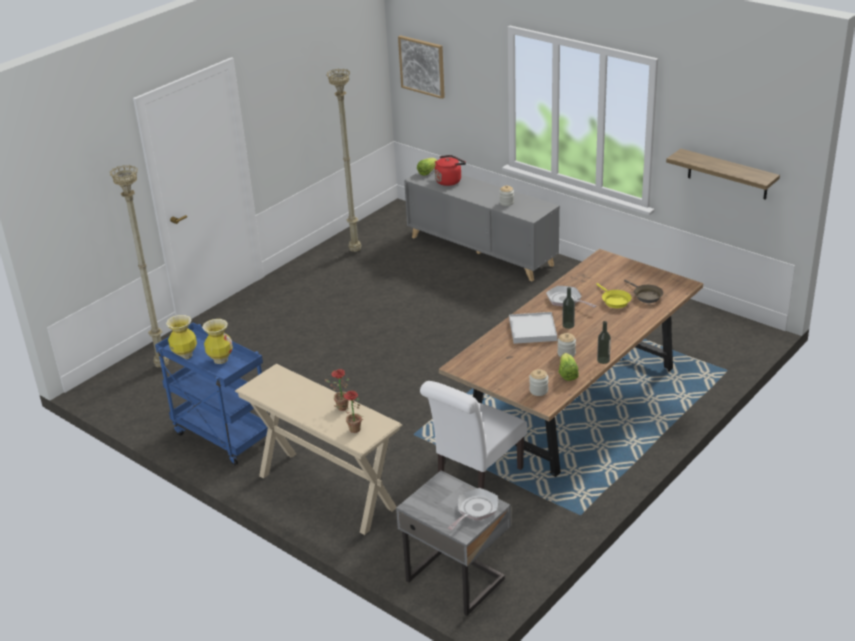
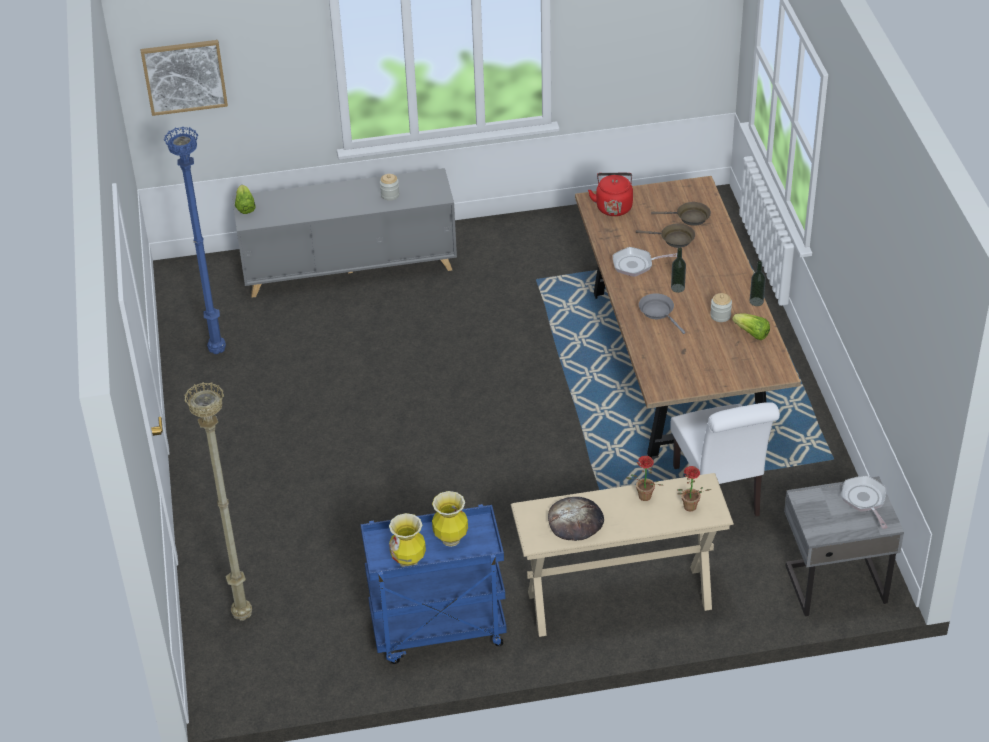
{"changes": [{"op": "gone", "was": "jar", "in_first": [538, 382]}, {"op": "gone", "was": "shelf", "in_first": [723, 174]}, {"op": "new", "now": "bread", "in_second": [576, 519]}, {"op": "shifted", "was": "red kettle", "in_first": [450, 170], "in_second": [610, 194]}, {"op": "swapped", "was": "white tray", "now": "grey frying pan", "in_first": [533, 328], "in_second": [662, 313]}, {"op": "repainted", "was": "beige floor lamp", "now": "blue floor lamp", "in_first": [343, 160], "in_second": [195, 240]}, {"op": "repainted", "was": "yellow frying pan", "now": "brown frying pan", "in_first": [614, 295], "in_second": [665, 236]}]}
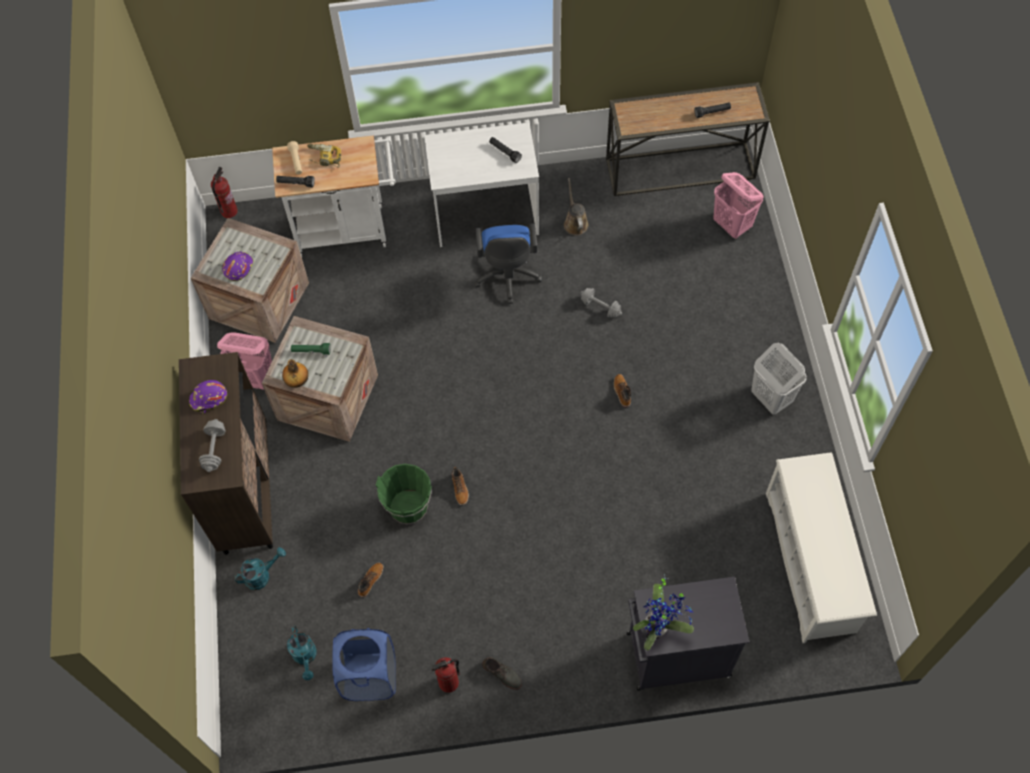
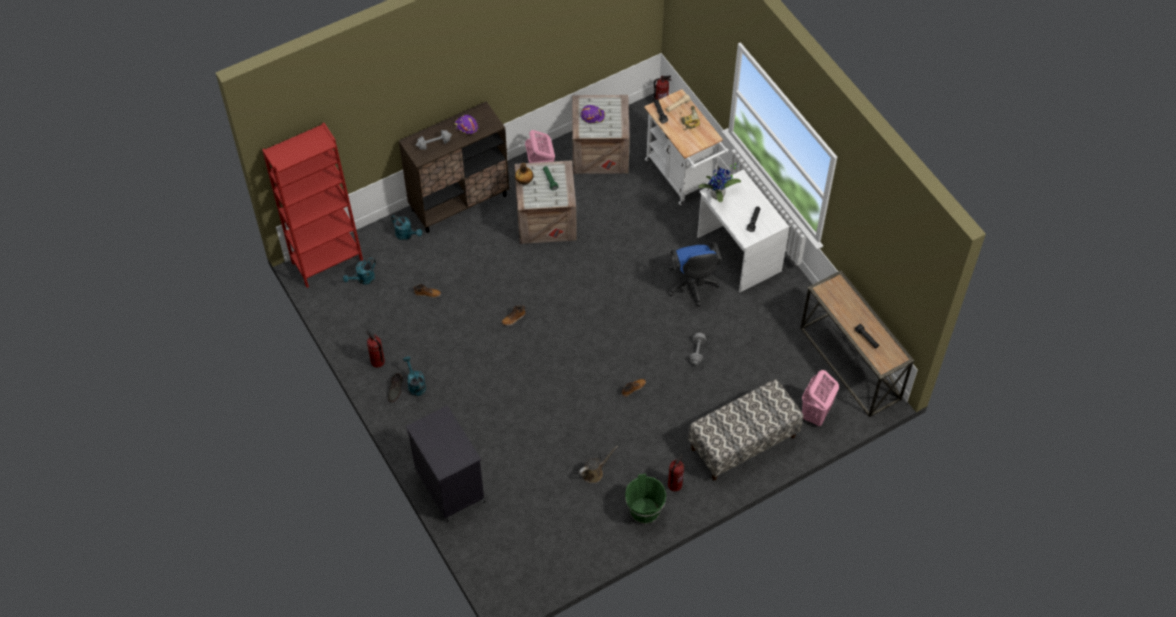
{"changes": [{"op": "gone", "was": "blue laundry basket", "in_first": [364, 664]}, {"op": "gone", "was": "white shoe rack", "in_first": [821, 547]}, {"op": "new", "now": "red bookcase", "in_second": [312, 205]}, {"op": "new", "now": "turquoise watering can", "in_second": [414, 376]}, {"op": "new", "now": "bench", "in_second": [745, 430]}, {"op": "shifted", "was": "green bucket", "in_first": [404, 494], "in_second": [645, 499]}, {"op": "shifted", "was": "brown watering can", "in_first": [576, 206], "in_second": [598, 464]}, {"op": "shifted", "was": "potted plant", "in_first": [663, 612], "in_second": [719, 182]}, {"op": "swapped", "was": "white laundry basket", "now": "fire extinguisher", "in_first": [779, 379], "in_second": [676, 472]}, {"op": "rotated", "was": "blue office chair", "in_first": [508, 263], "in_second": [695, 274], "clockwise": -75}]}
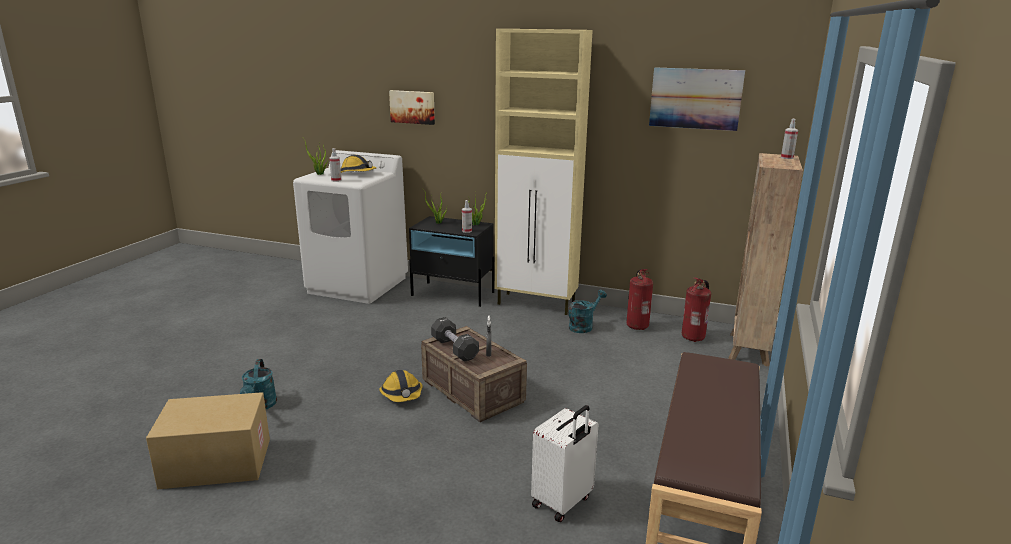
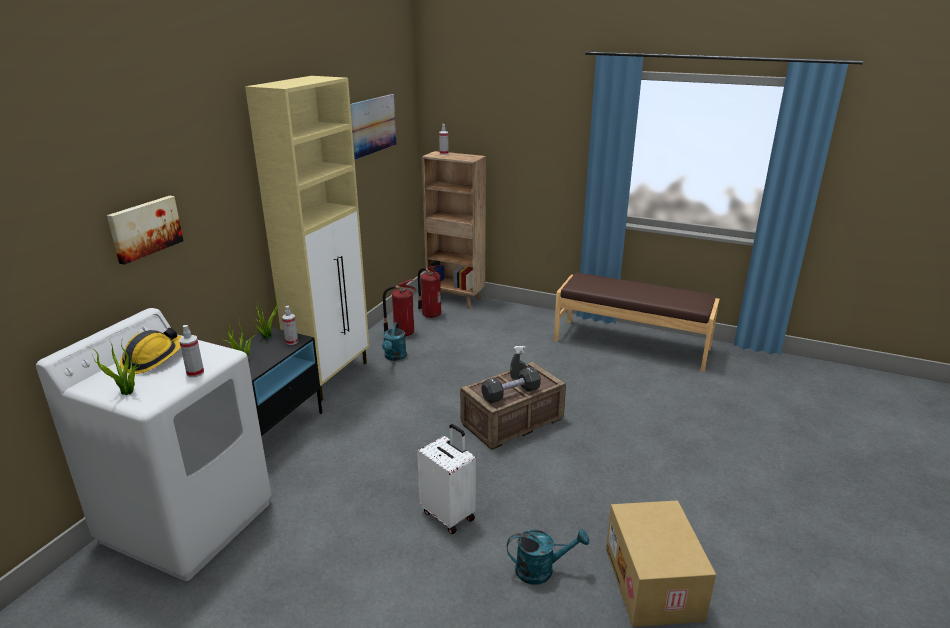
{"changes": [{"op": "gone", "was": "hard hat", "in_first": [400, 386]}, {"op": "shifted", "was": "white suitcase", "in_first": [565, 463], "in_second": [446, 479]}, {"op": "rotated", "was": "turquoise watering can", "in_first": [588, 311], "in_second": [394, 341], "clockwise": -135}]}
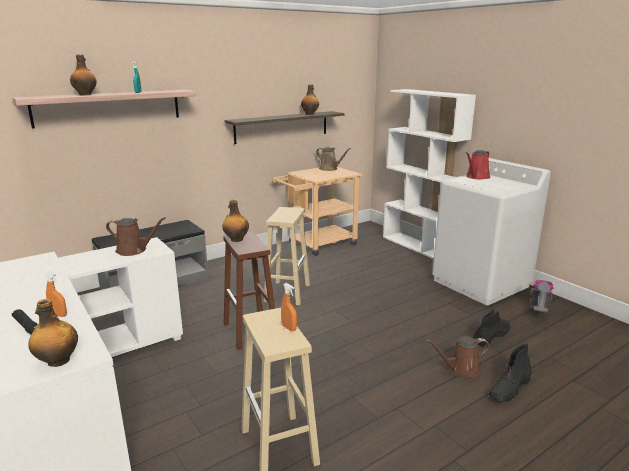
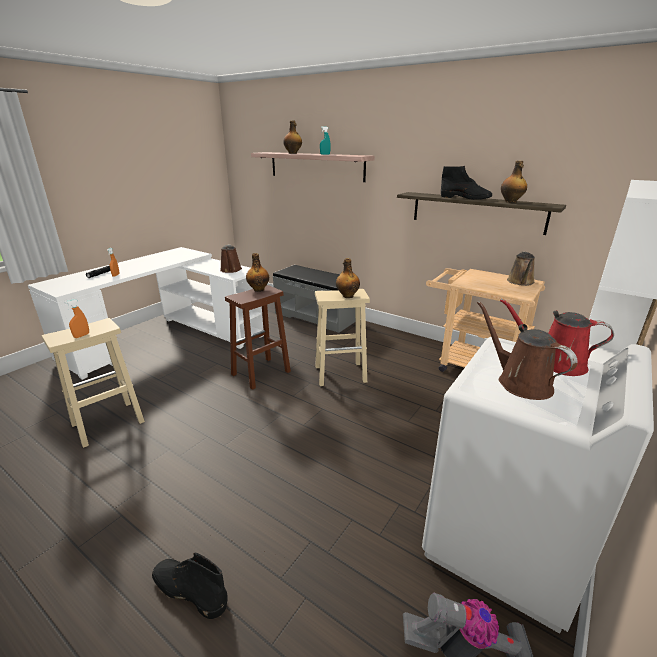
{"changes": [{"op": "shifted", "was": "bottle", "in_first": [53, 333], "in_second": [348, 278]}, {"op": "shifted", "was": "brown watering can", "in_first": [457, 356], "in_second": [527, 350]}, {"op": "shifted", "was": "black boot", "in_first": [492, 327], "in_second": [466, 183]}]}
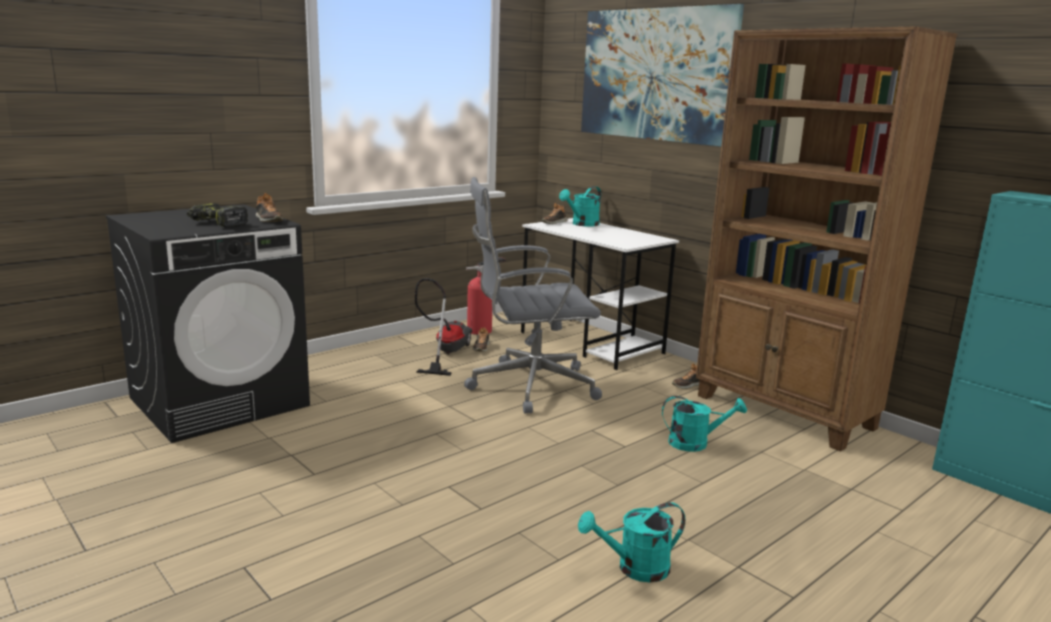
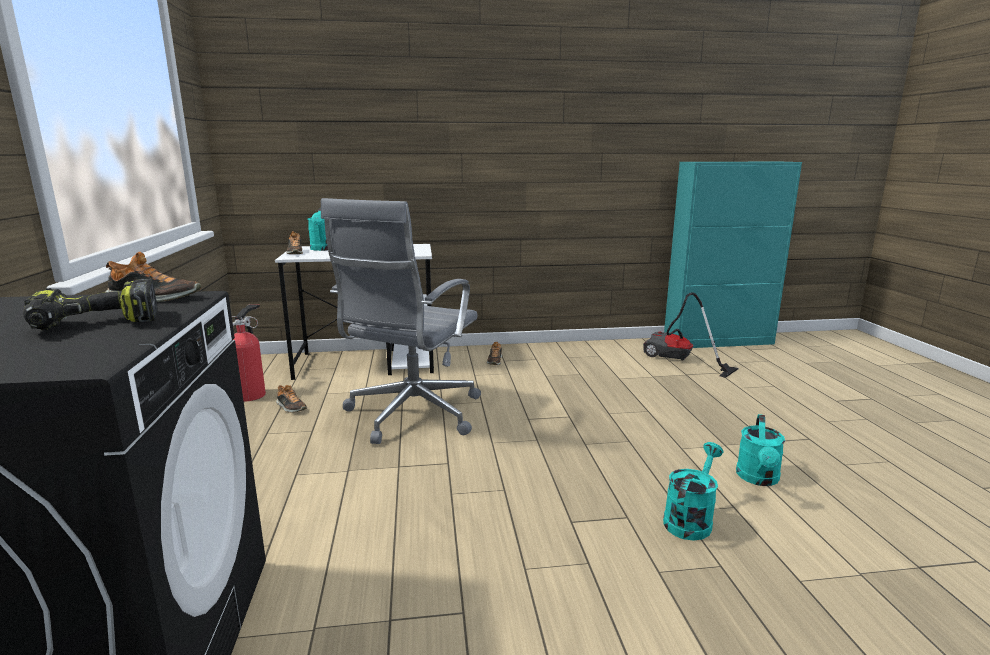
{"changes": [{"op": "gone", "was": "picture", "in_first": [662, 75]}, {"op": "gone", "was": "brown bookcase", "in_first": [826, 238]}, {"op": "shifted", "was": "vacuum cleaner", "in_first": [443, 327], "in_second": [690, 335]}, {"op": "shifted", "was": "turquoise watering can", "in_first": [704, 424], "in_second": [693, 491]}]}
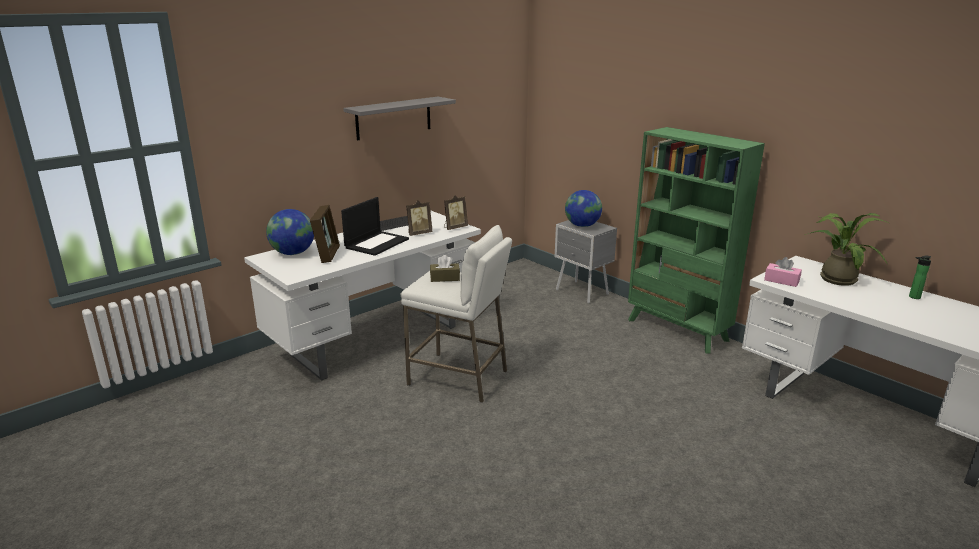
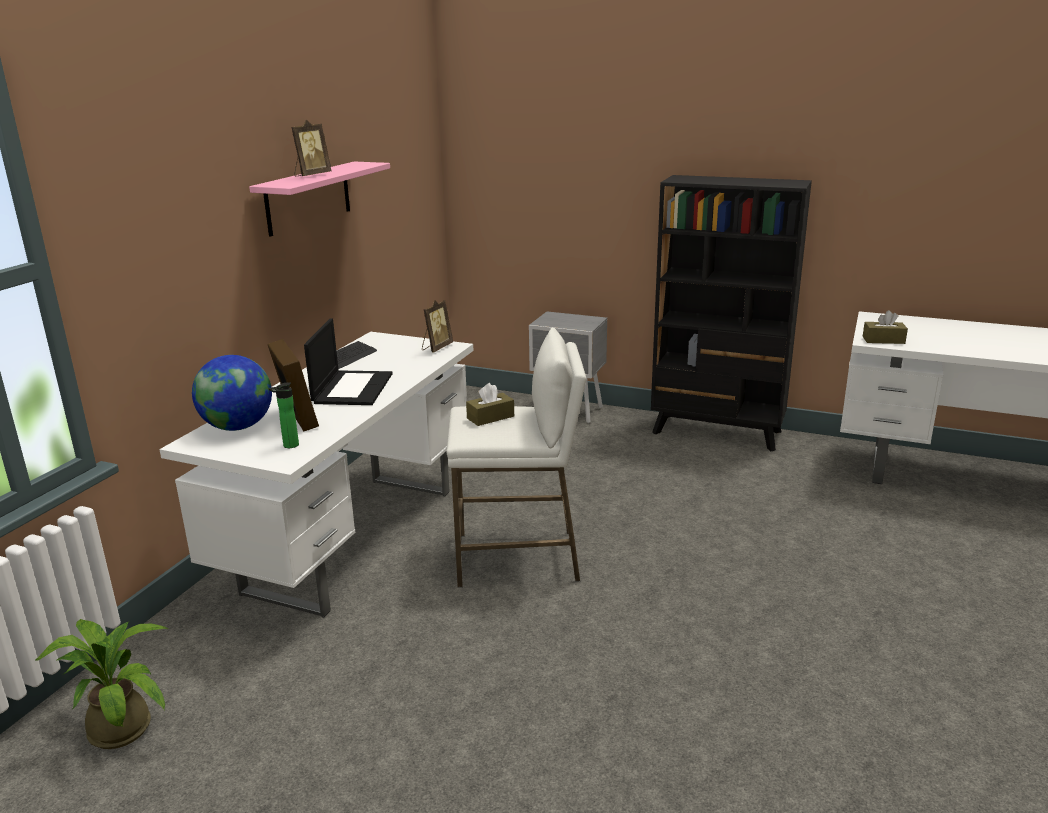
{"changes": [{"op": "gone", "was": "globe", "in_first": [583, 208]}, {"op": "shifted", "was": "picture frame", "in_first": [419, 218], "in_second": [311, 148]}, {"op": "shifted", "was": "potted plant", "in_first": [847, 249], "in_second": [101, 683]}, {"op": "shifted", "was": "bottle", "in_first": [920, 277], "in_second": [284, 415]}, {"op": "repainted", "was": "grey shelf", "now": "pink shelf", "in_first": [399, 118], "in_second": [319, 199]}, {"op": "repainted", "was": "green bookcase", "now": "black bookcase", "in_first": [696, 240], "in_second": [731, 313]}, {"op": "repainted", "was": "pink tissue box", "now": "brown tissue box", "in_first": [783, 272], "in_second": [885, 327]}]}
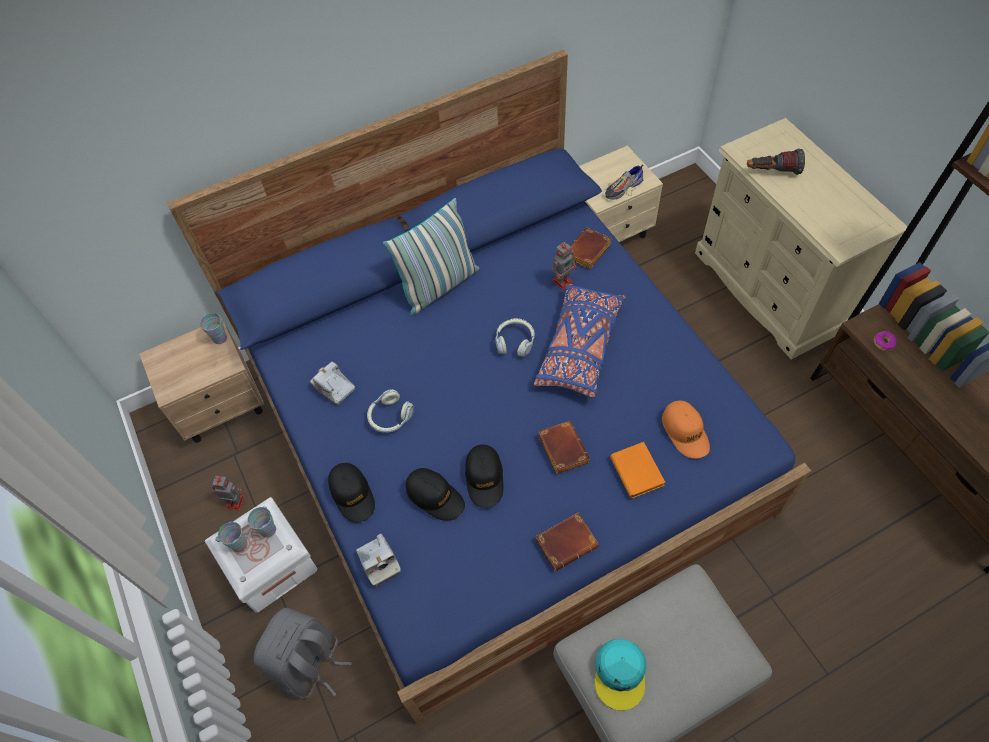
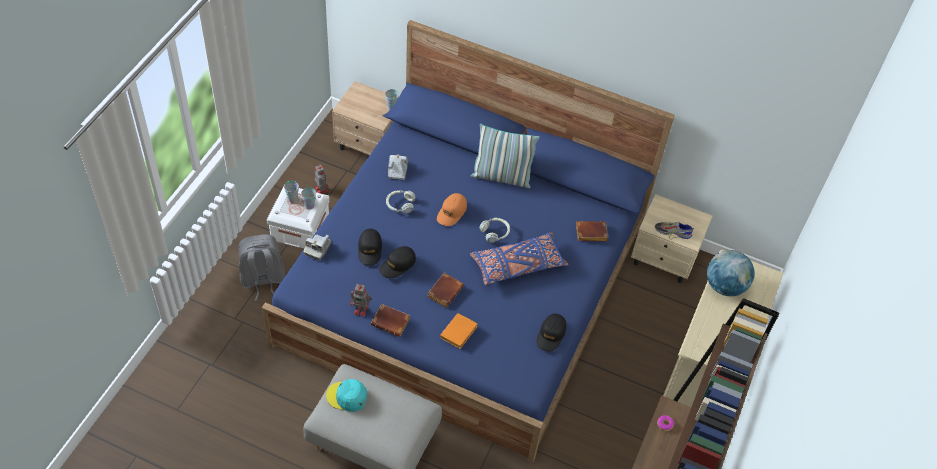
{"changes": [{"op": "shifted", "was": "black cap", "in_first": [351, 493], "in_second": [551, 333]}, {"op": "shifted", "was": "toy robot", "in_first": [564, 266], "in_second": [361, 300]}, {"op": "shifted", "was": "orange cap", "in_first": [686, 430], "in_second": [452, 209]}, {"op": "swapped", "was": "flashlight", "now": "globe", "in_first": [776, 161], "in_second": [731, 273]}, {"op": "rotated", "was": "turquoise cap", "in_first": [620, 675], "in_second": [347, 395], "clockwise": 45}]}
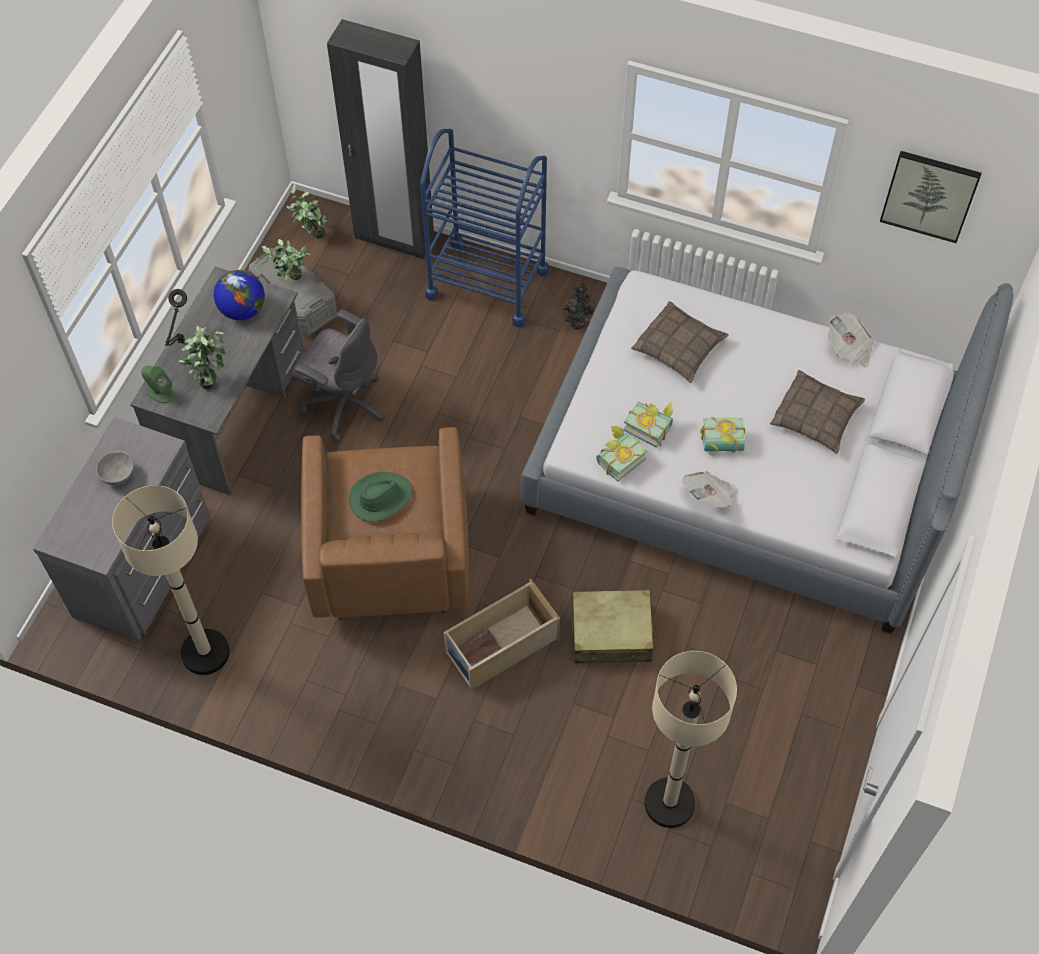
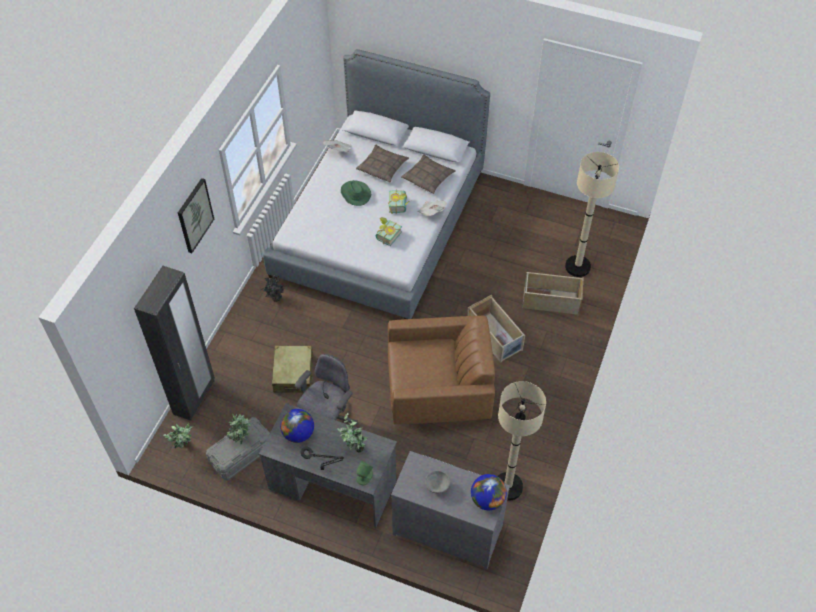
{"changes": [{"op": "gone", "was": "blue cart", "in_first": [484, 228]}, {"op": "gone", "was": "book", "in_first": [621, 453]}, {"op": "new", "now": "globe", "in_second": [489, 492]}, {"op": "new", "now": "beige storage box", "in_second": [553, 294]}, {"op": "shifted", "was": "green hat", "in_first": [380, 497], "in_second": [356, 193]}, {"op": "shifted", "was": "beige suitcase", "in_first": [614, 626], "in_second": [292, 369]}, {"op": "shifted", "was": "pillow", "in_first": [680, 342], "in_second": [428, 174]}, {"op": "shifted", "was": "picture", "in_first": [931, 197], "in_second": [196, 215]}]}
